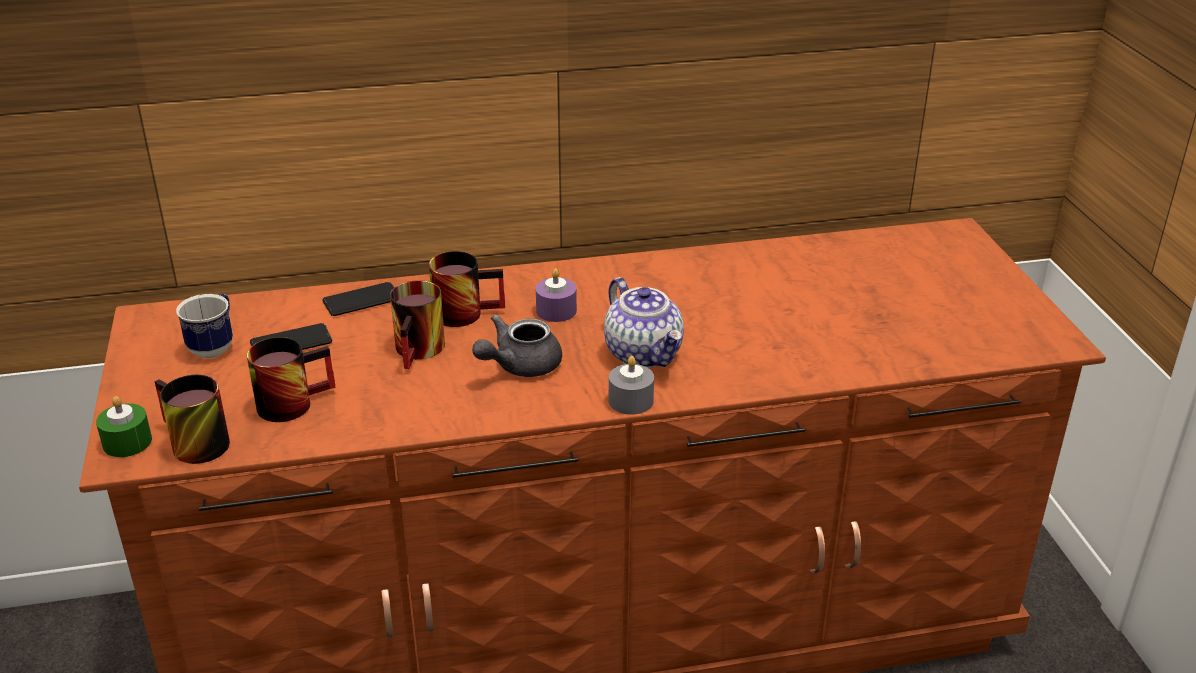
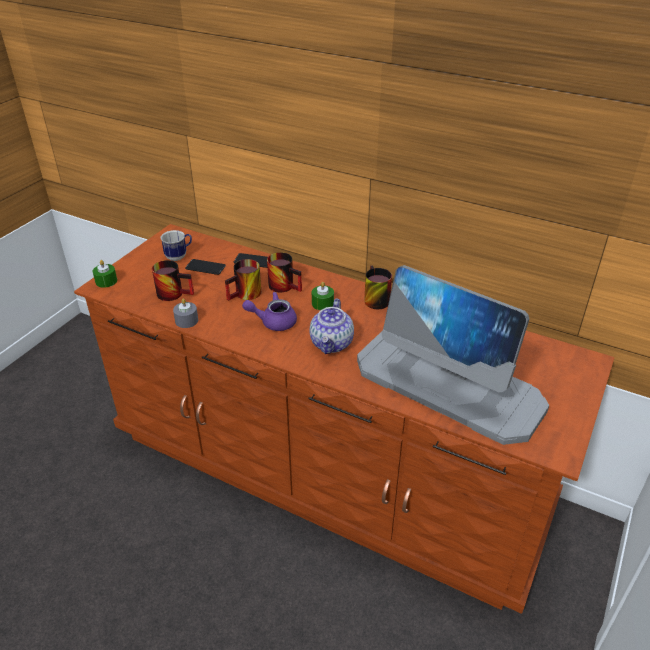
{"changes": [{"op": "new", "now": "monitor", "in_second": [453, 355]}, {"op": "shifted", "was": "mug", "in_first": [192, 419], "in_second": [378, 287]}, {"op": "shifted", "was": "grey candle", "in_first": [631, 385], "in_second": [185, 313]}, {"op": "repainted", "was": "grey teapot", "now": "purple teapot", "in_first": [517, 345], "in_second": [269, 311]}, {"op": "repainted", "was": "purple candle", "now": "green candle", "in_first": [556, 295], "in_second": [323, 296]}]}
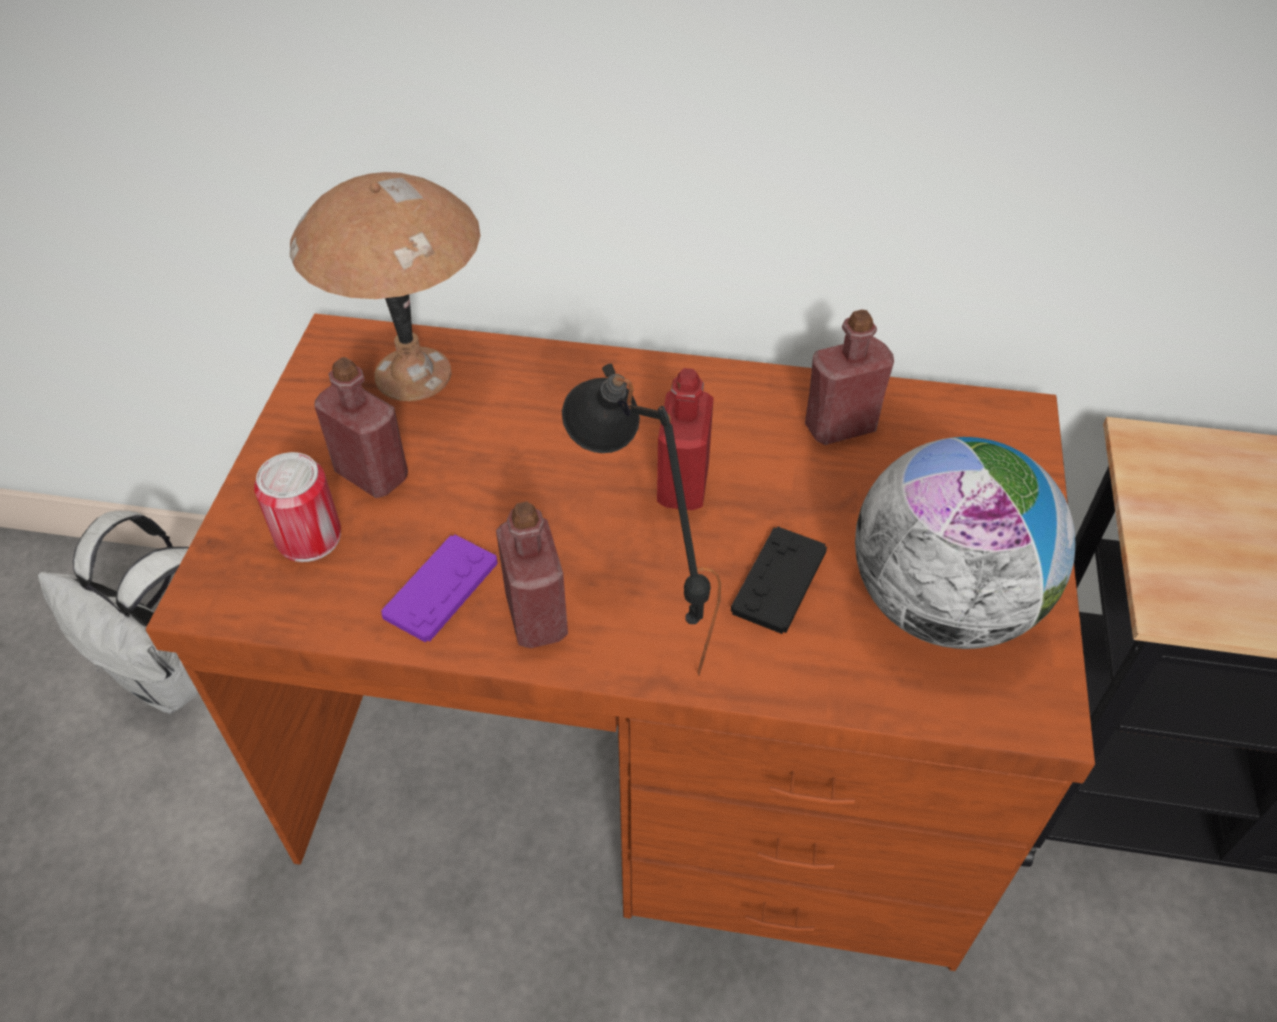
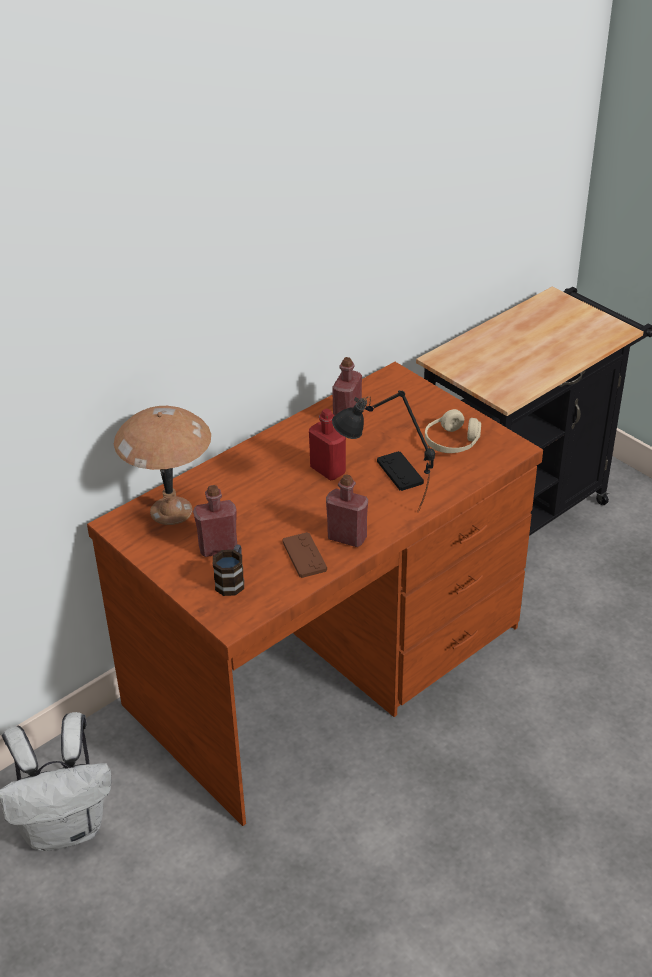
{"changes": [{"op": "swapped", "was": "can", "now": "mug", "in_first": [297, 507], "in_second": [228, 570]}, {"op": "swapped", "was": "globe", "now": "beige headphones", "in_first": [965, 543], "in_second": [453, 431]}, {"op": "repainted", "was": "purple game controller", "now": "brown game controller", "in_first": [439, 589], "in_second": [304, 555]}]}
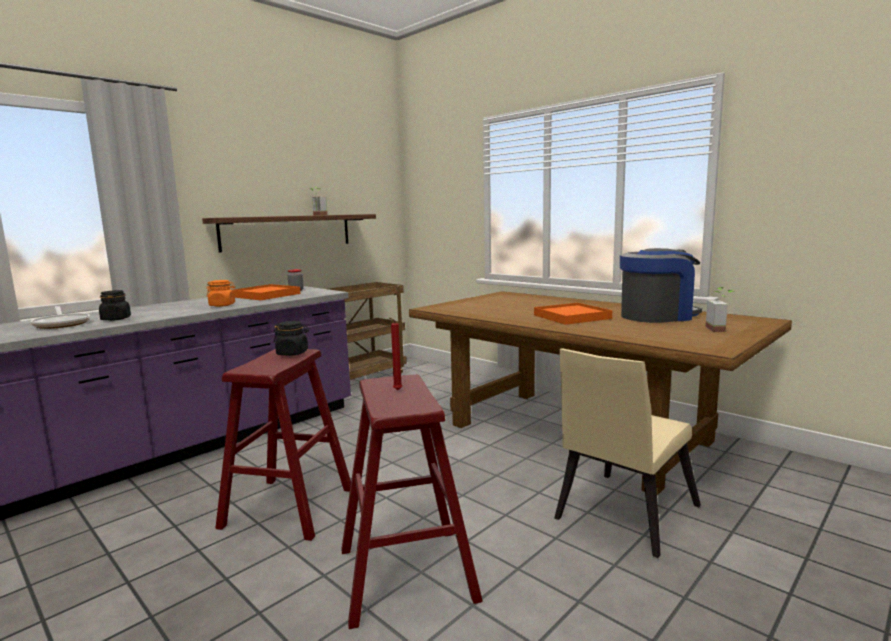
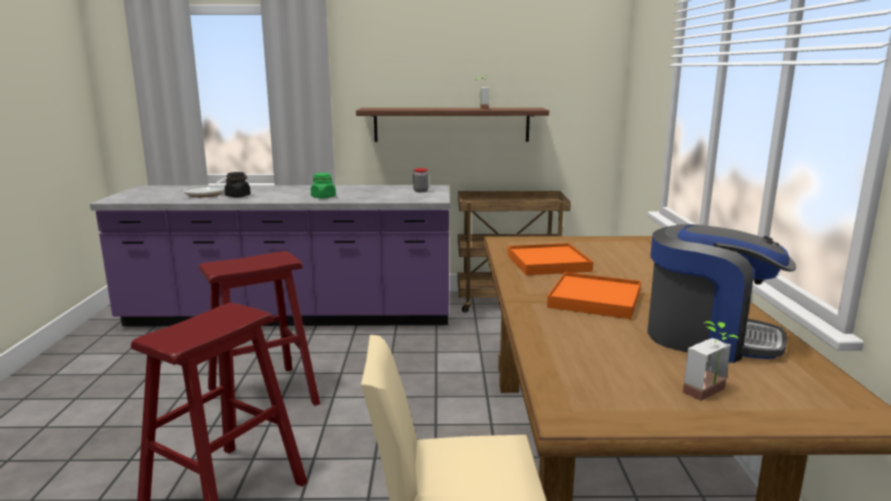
{"changes": [{"op": "gone", "was": "black jar", "in_first": [291, 338]}, {"op": "gone", "was": "red candle", "in_first": [396, 354]}, {"op": "shifted", "was": "orange tray", "in_first": [266, 292], "in_second": [550, 259]}, {"op": "repainted", "was": "orange jar", "now": "green jar", "in_first": [220, 293], "in_second": [323, 186]}]}
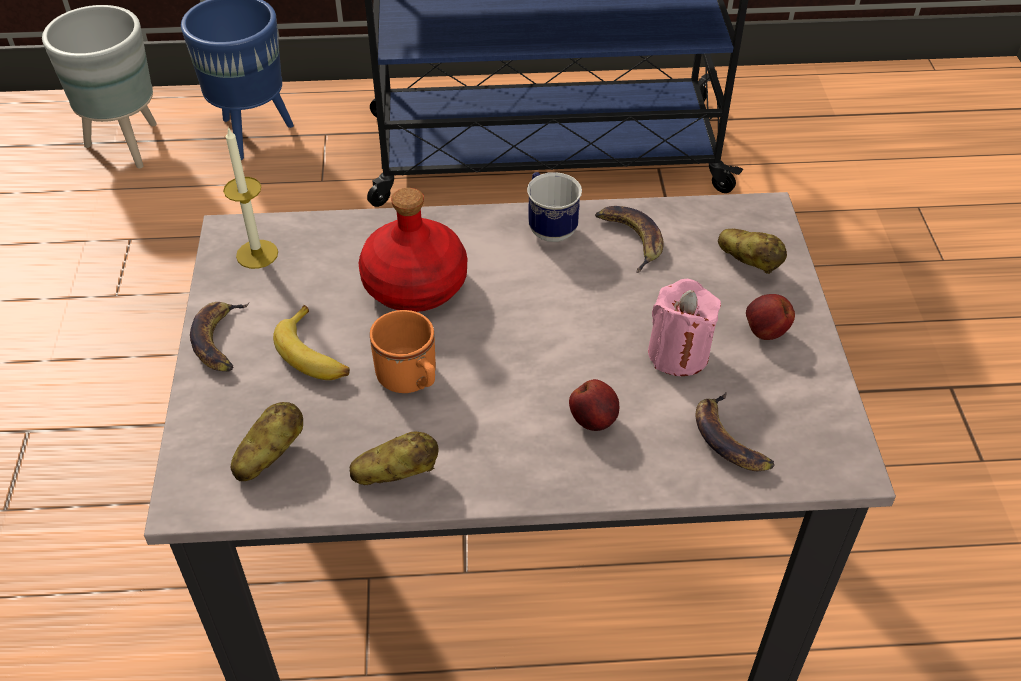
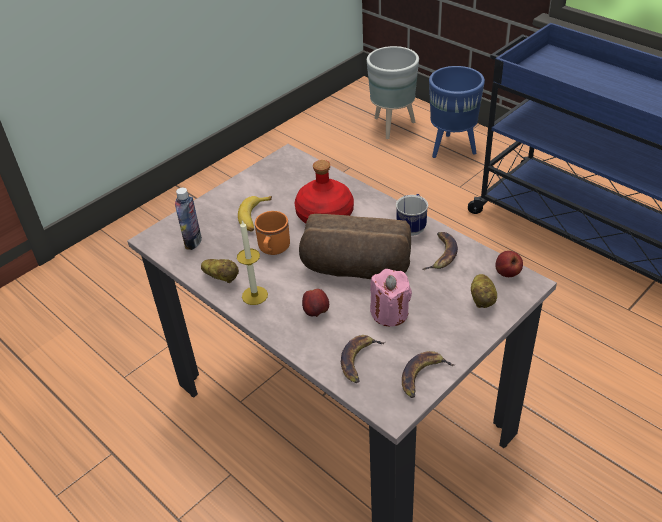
{"changes": [{"op": "new", "now": "bread", "in_second": [355, 246]}, {"op": "shifted", "was": "banana", "in_first": [219, 336], "in_second": [429, 374]}, {"op": "shifted", "was": "candle", "in_first": [250, 198], "in_second": [252, 262]}, {"op": "shifted", "was": "apple", "in_first": [770, 317], "in_second": [509, 264]}, {"op": "swapped", "was": "potato", "now": "bottle", "in_first": [267, 441], "in_second": [188, 219]}]}
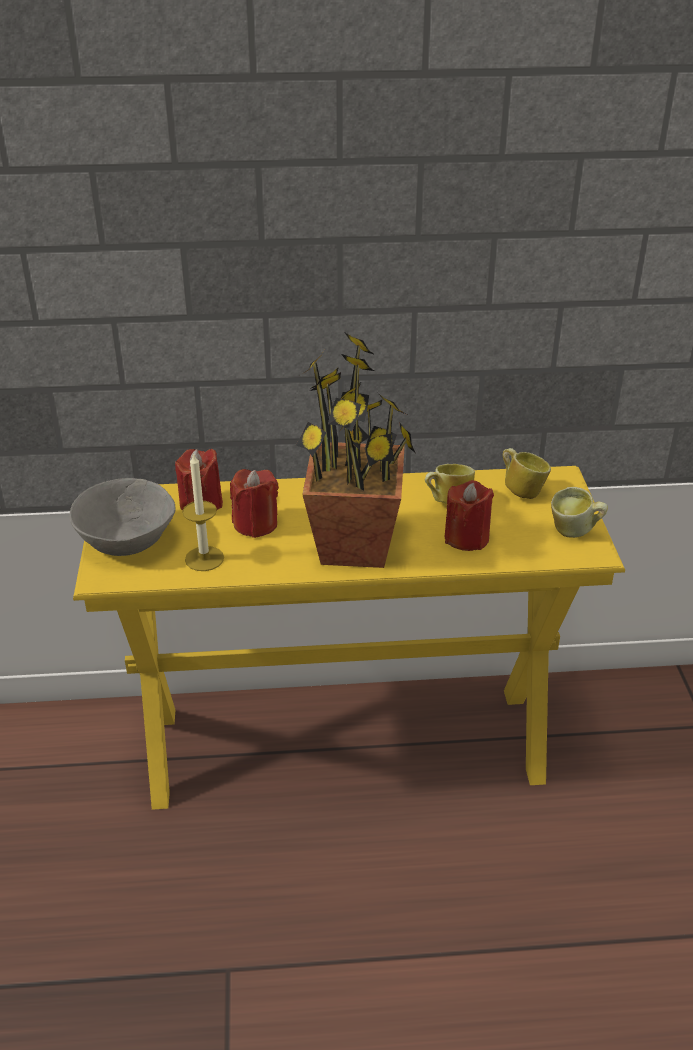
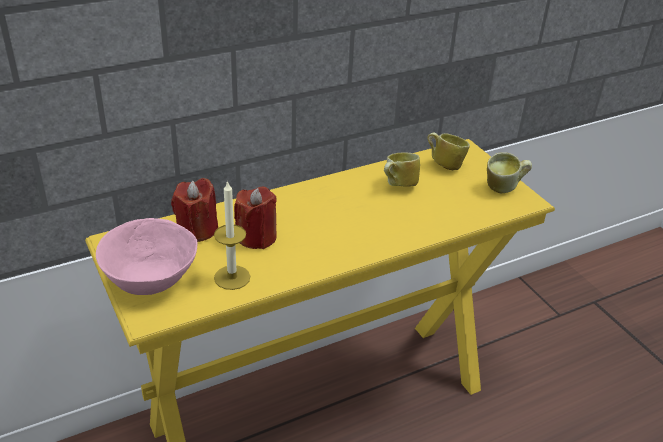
{"changes": [{"op": "gone", "was": "potted plant", "in_first": [355, 450]}, {"op": "gone", "was": "red candle", "in_first": [469, 515]}, {"op": "repainted", "was": "grey bowl", "now": "pink bowl", "in_first": [122, 517], "in_second": [146, 256]}]}
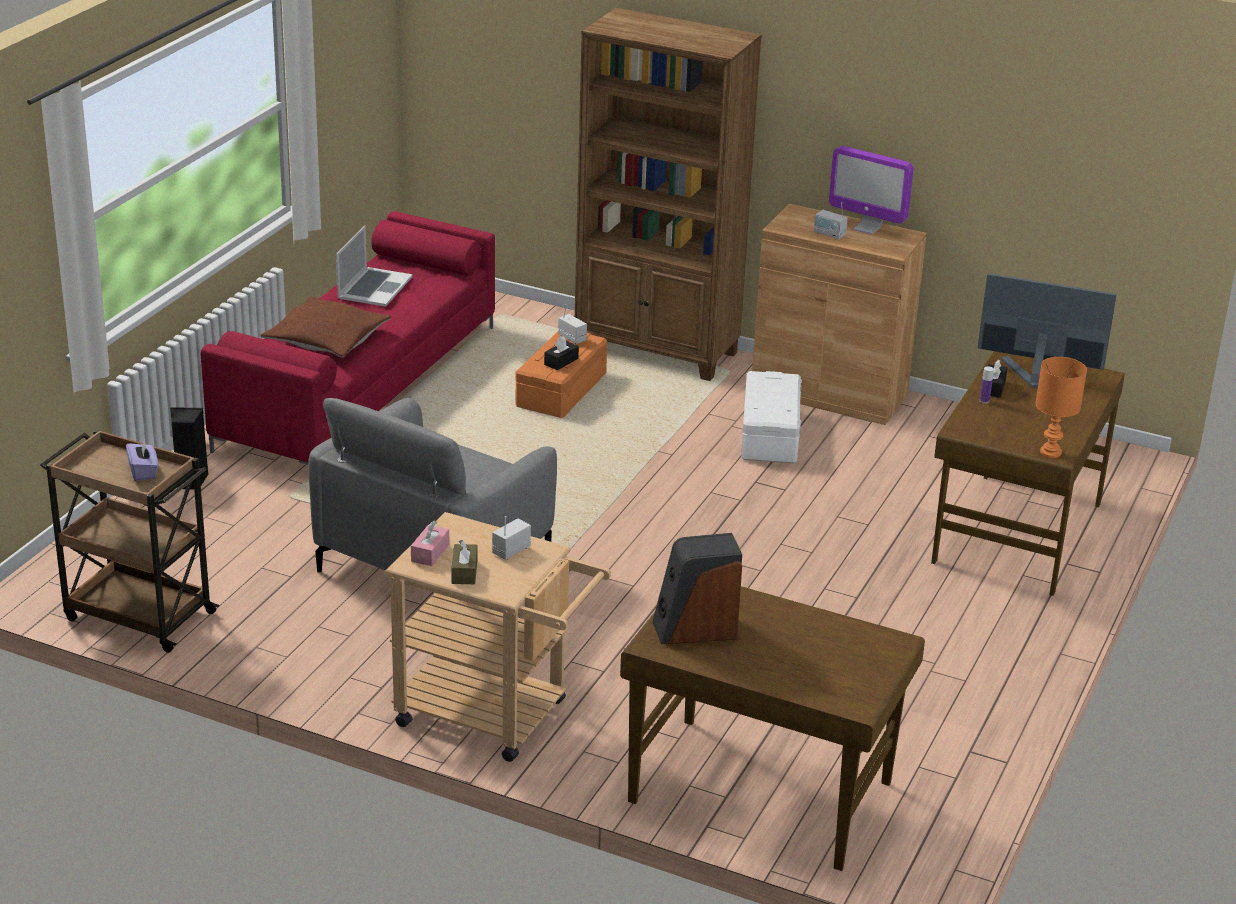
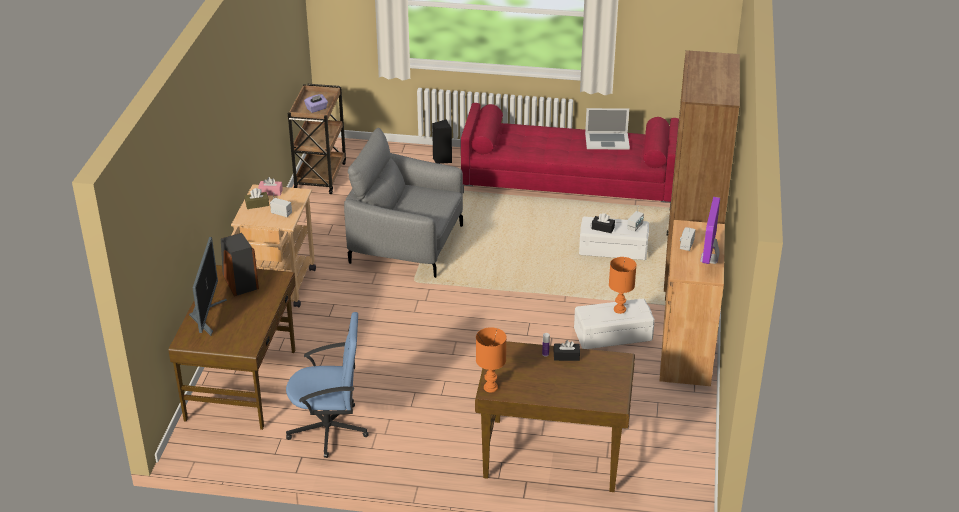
{"changes": [{"op": "gone", "was": "brown pillow", "in_first": [325, 327]}, {"op": "new", "now": "blue office chair", "in_second": [327, 385]}, {"op": "new", "now": "orange table lamp", "in_second": [623, 285]}, {"op": "shifted", "was": "monitor", "in_first": [1047, 330], "in_second": [208, 286]}, {"op": "repainted", "was": "orange storage box", "now": "white storage box", "in_first": [561, 375], "in_second": [614, 238]}]}
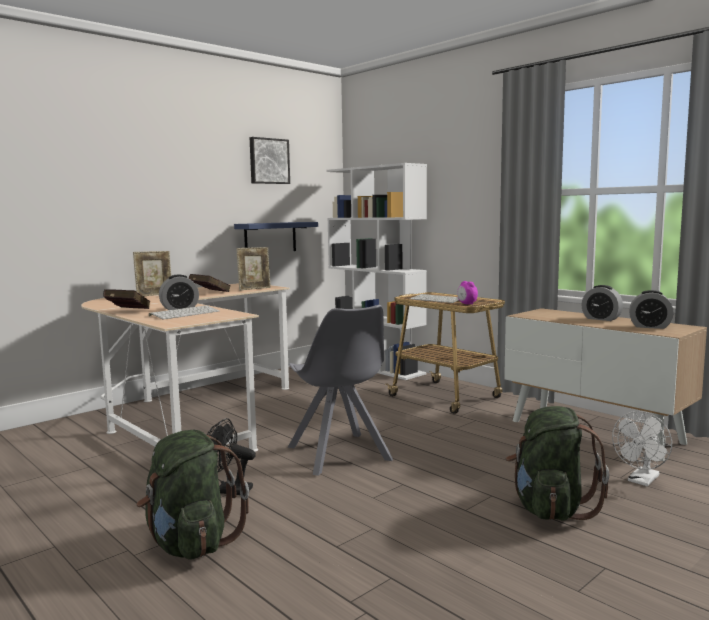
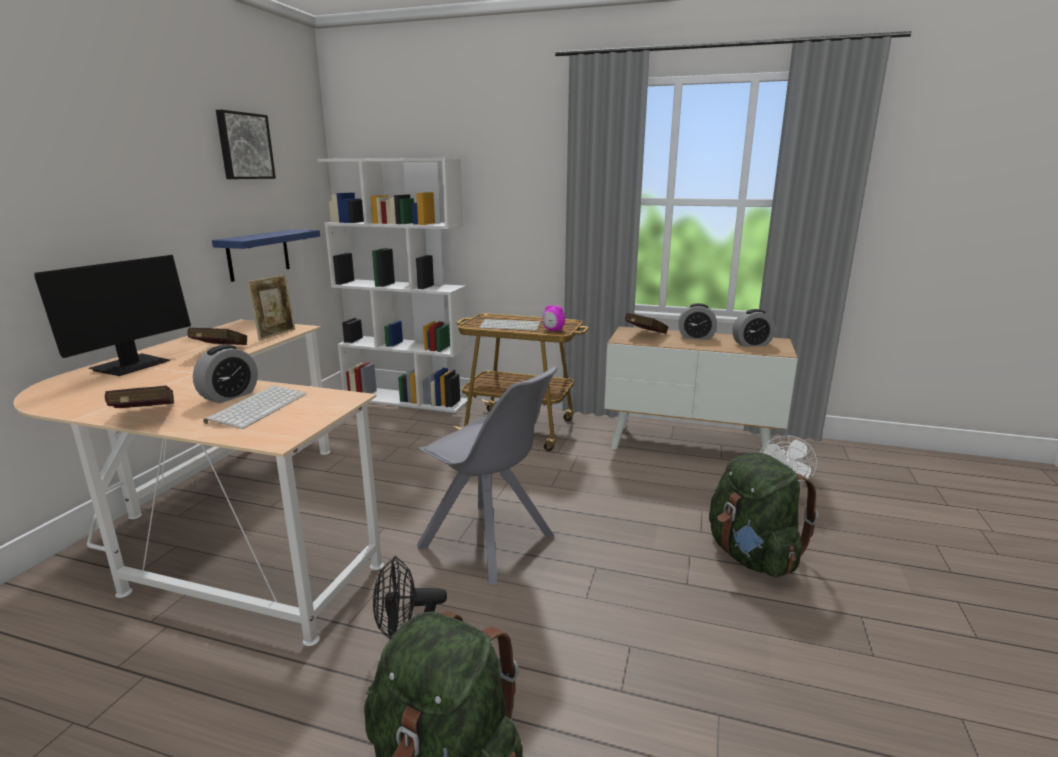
{"changes": [{"op": "new", "now": "red book", "in_second": [647, 323]}, {"op": "swapped", "was": "picture frame", "now": "monitor", "in_first": [152, 273], "in_second": [112, 315]}]}
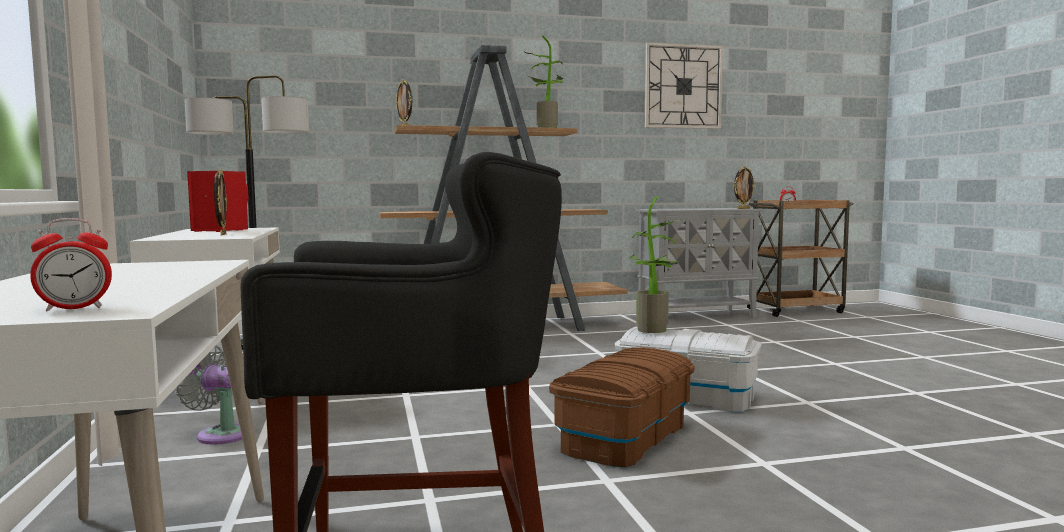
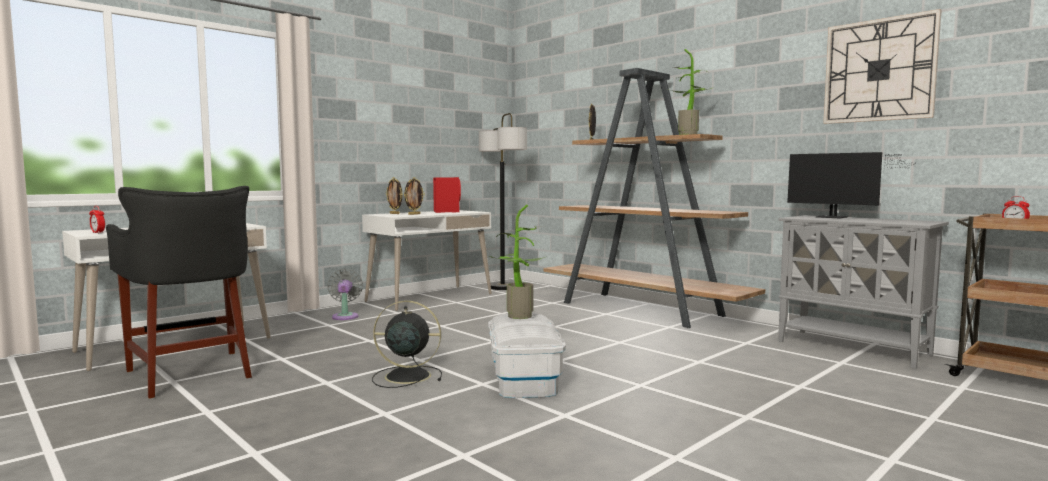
{"changes": [{"op": "new", "now": "monitor", "in_second": [850, 185]}, {"op": "shifted", "was": "picture frame", "in_first": [744, 187], "in_second": [394, 196]}, {"op": "swapped", "was": "brown storage box", "now": "black fan", "in_first": [622, 407], "in_second": [407, 344]}]}
